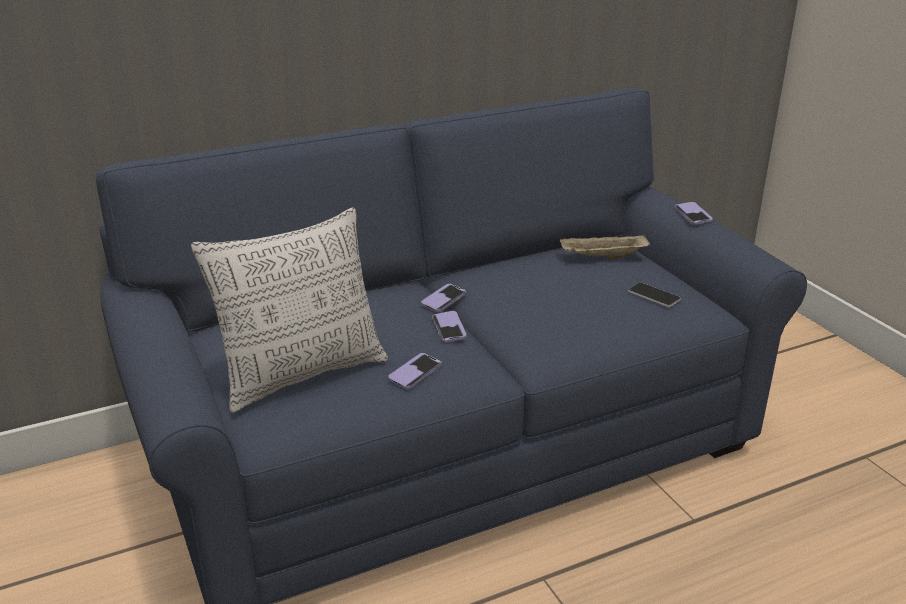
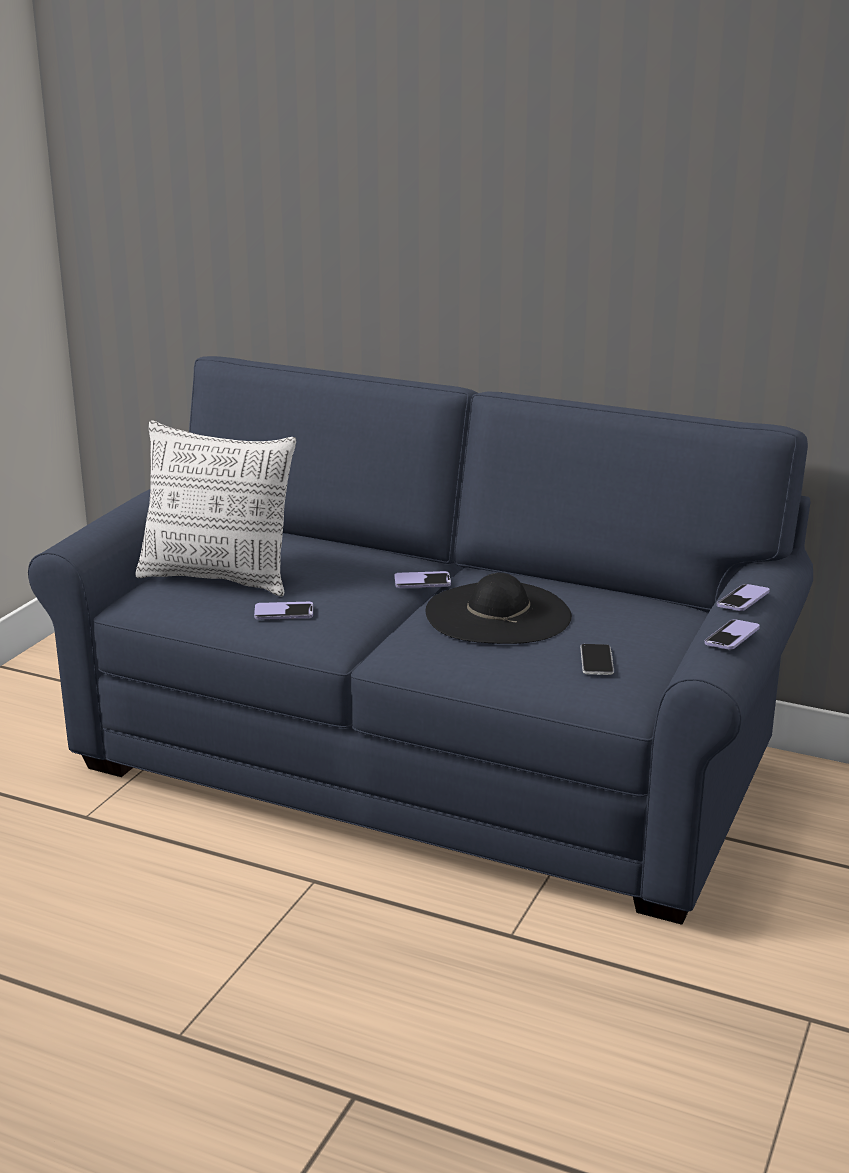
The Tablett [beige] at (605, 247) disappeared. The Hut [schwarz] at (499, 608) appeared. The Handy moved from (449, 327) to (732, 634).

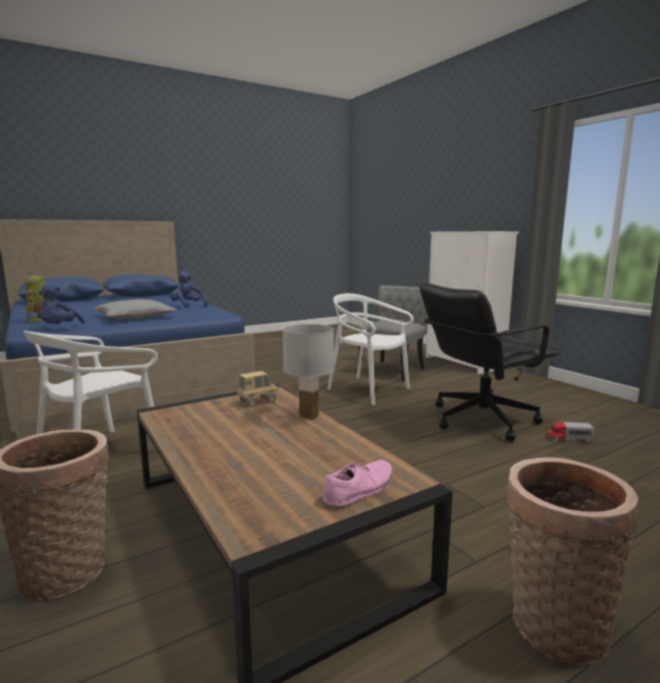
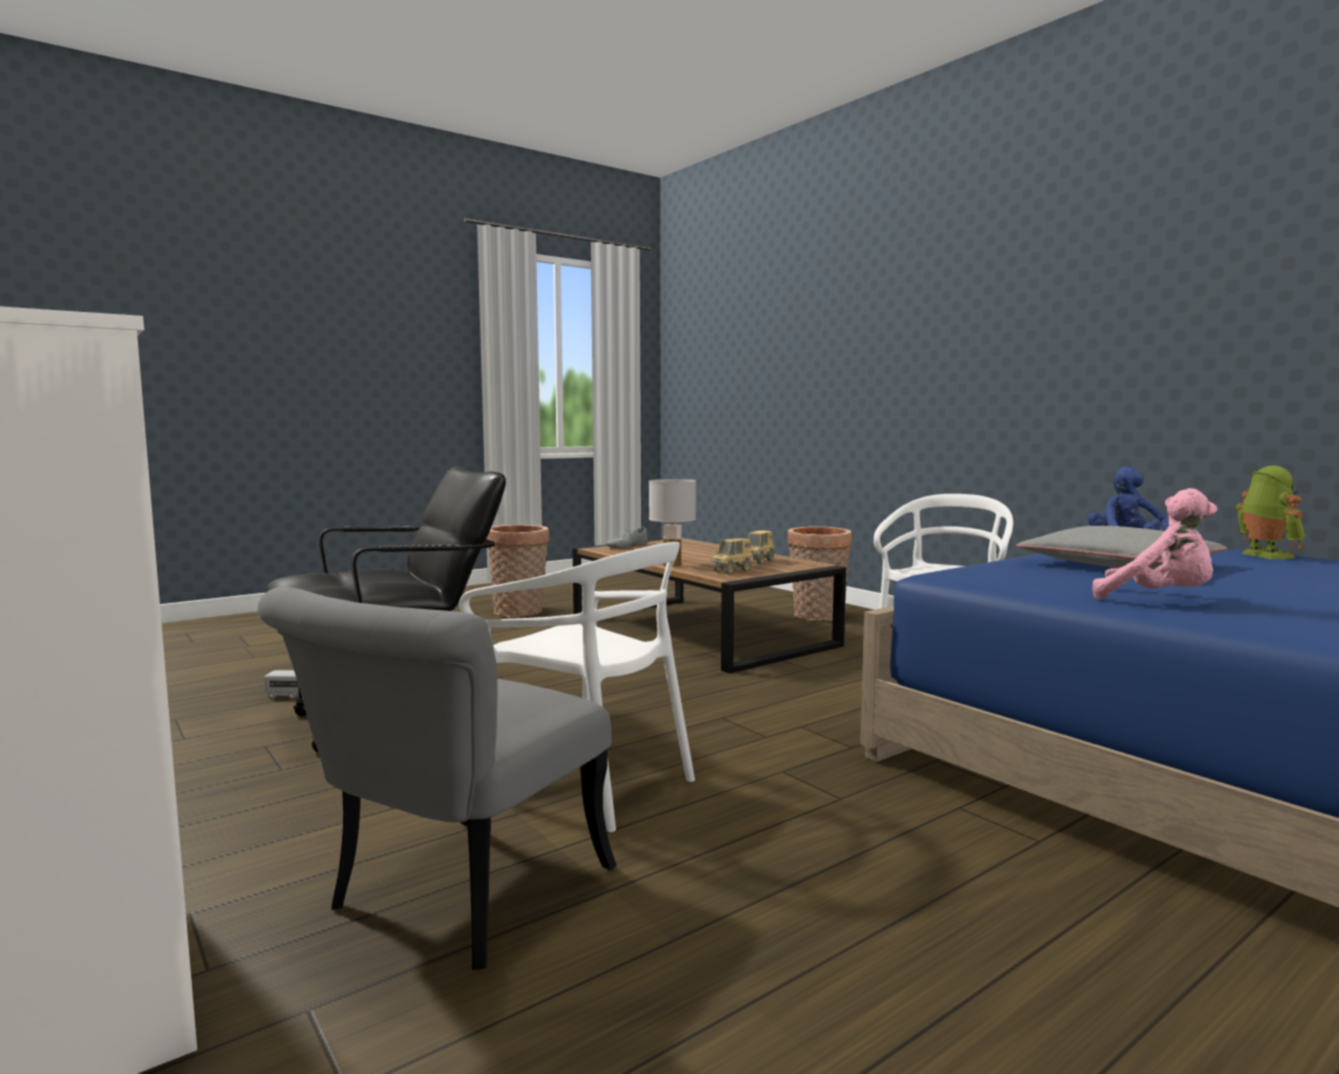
The Spielzeuglaster at (759, 547) appeared. The Plüschtier [blau] at (189, 289) became the Plüschtier [rosa] at (1154, 544). The Schuh [rosa] at (358, 483) became the Schuh [grau] at (627, 538).

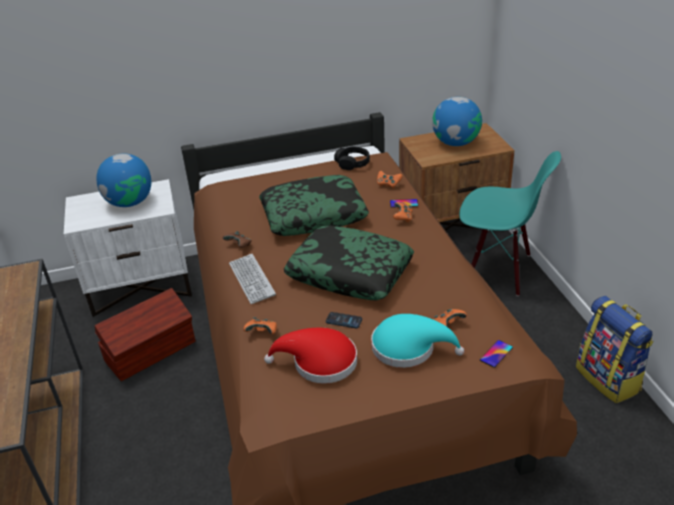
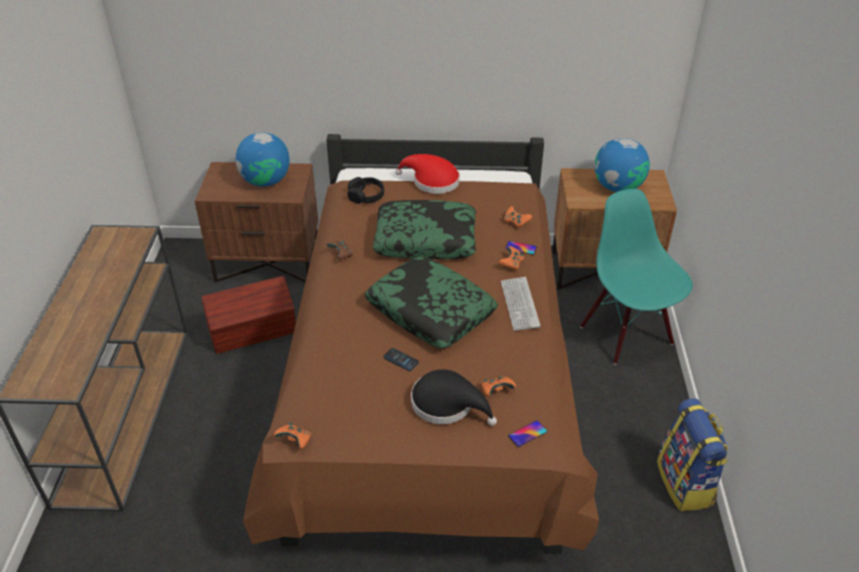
The Tastatur moved from (252, 279) to (521, 304). The Gamepad [orange] moved from (260, 325) to (292, 436). The Hut [rot] moved from (310, 356) to (427, 174). The Kopfhörer [schwarz] moved from (352, 158) to (365, 190). The Nachttisch [weiß] at (128, 248) became the Nachttisch [braun] at (256, 222). The Hut [türkis] at (417, 341) became the Hut [schwarz] at (454, 397). The Stuhl [türkis] at (510, 223) turned 150 degrees counterclockwise.

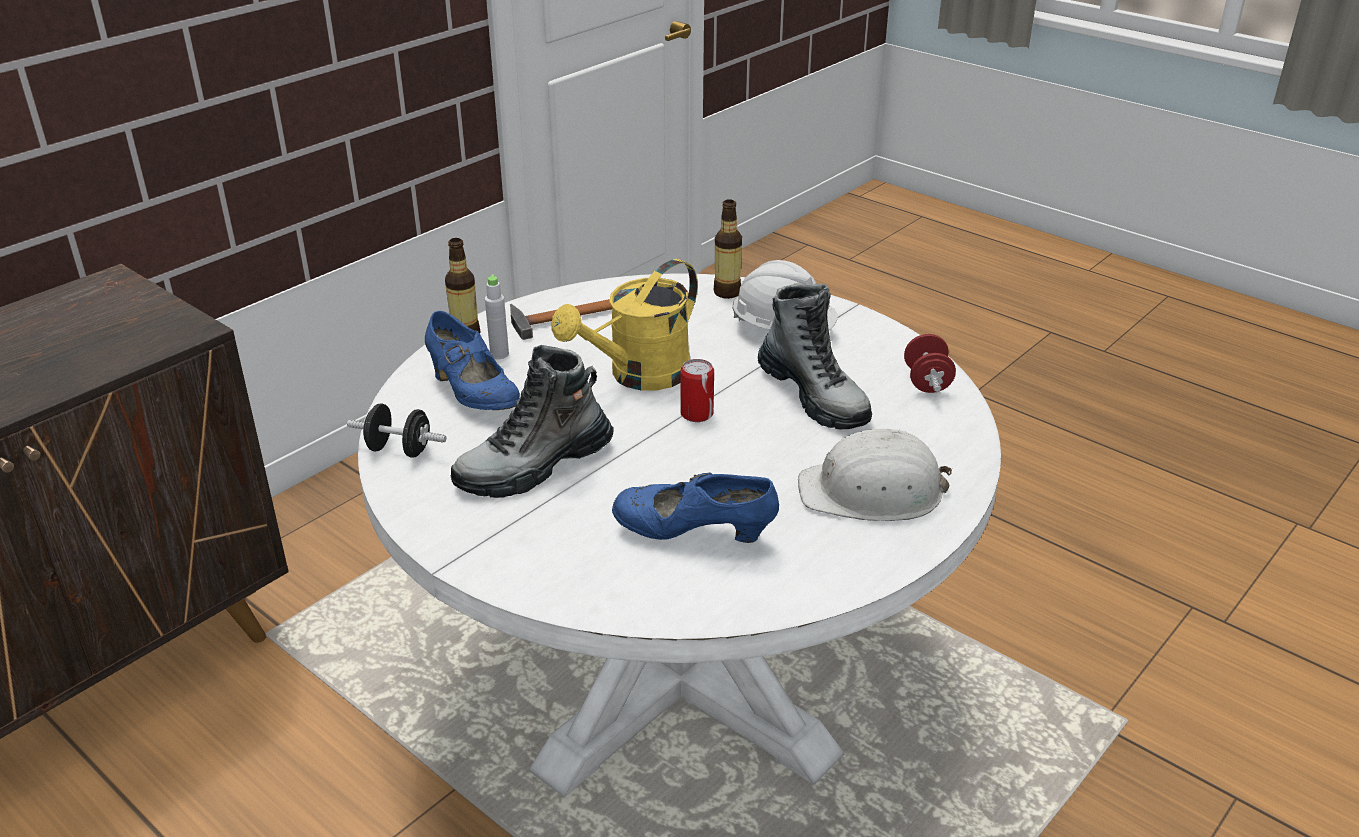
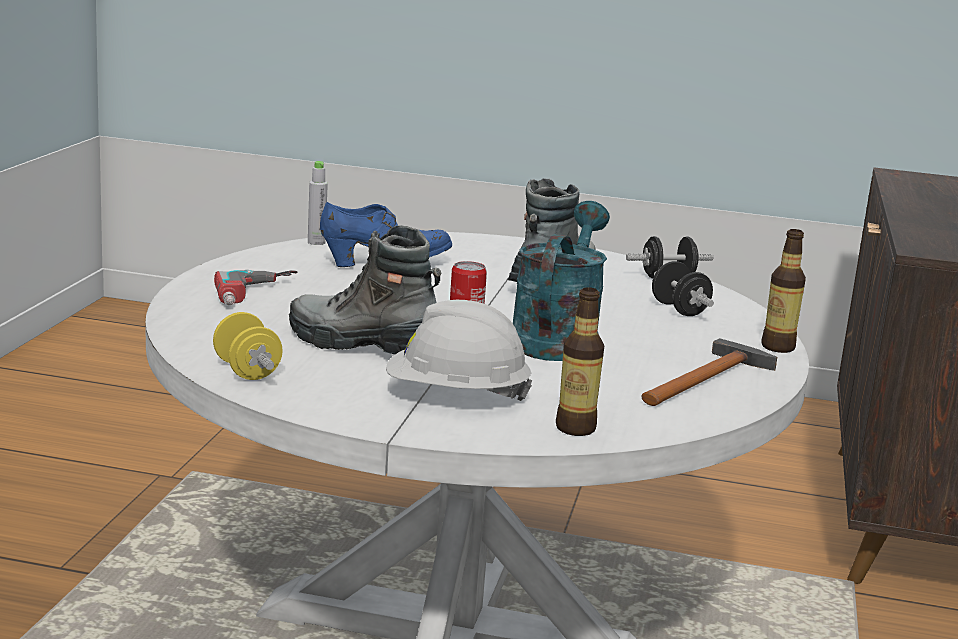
The Flasche [grau] moved from (497, 316) to (318, 203). The Schuh [blau] at (472, 360) was replaced by the Hantel [schwarz] at (683, 288). The Schutzhelm [weiß] at (875, 475) was replaced by the Bohrmaschine at (256, 287). The Gießkanne [gelb] at (624, 324) became the Gießkanne [türkis] at (561, 281). The Hantel [rot] at (930, 363) became the Hantel [gelb] at (248, 346).

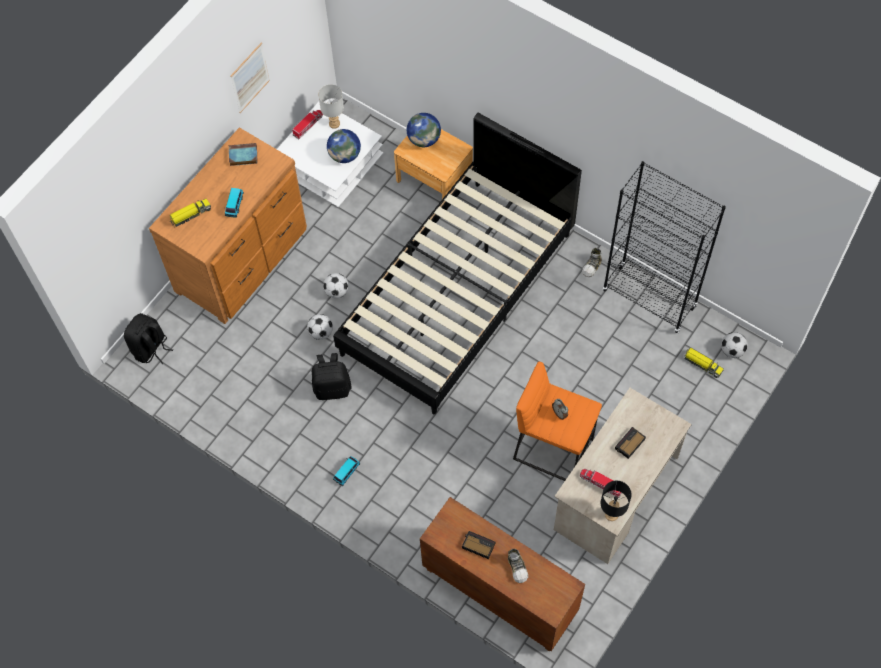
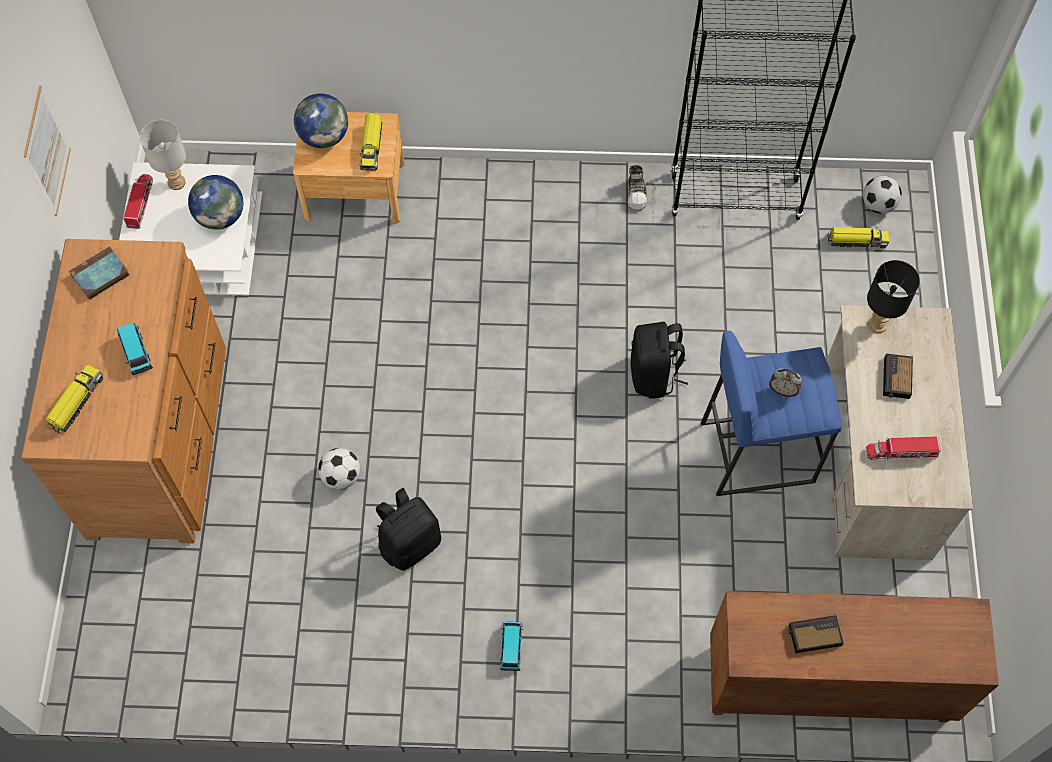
The Fußball at (336, 286) disappeared. The Bett [schwarz] at (457, 263) disappeared. The Schuh at (518, 566) disappeared. The Spielzeuglaster at (371, 142) appeared. The Rucksack [schwarz] moved from (148, 338) to (659, 360). The Tischlampe [schwarz] moved from (616, 501) to (893, 296). The Hocker [orange] at (557, 421) became the Hocker [blau] at (771, 413).

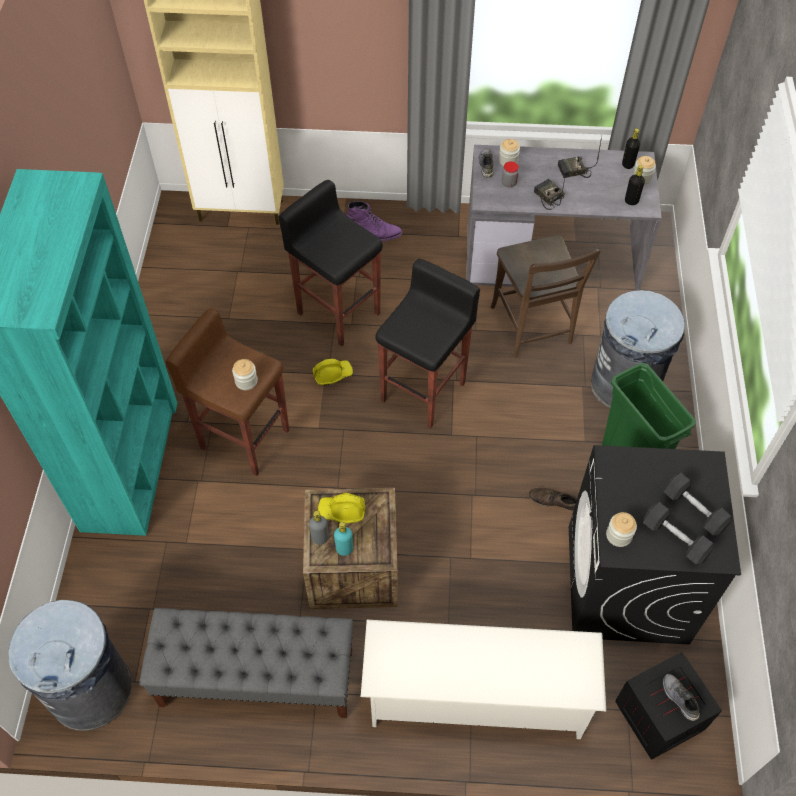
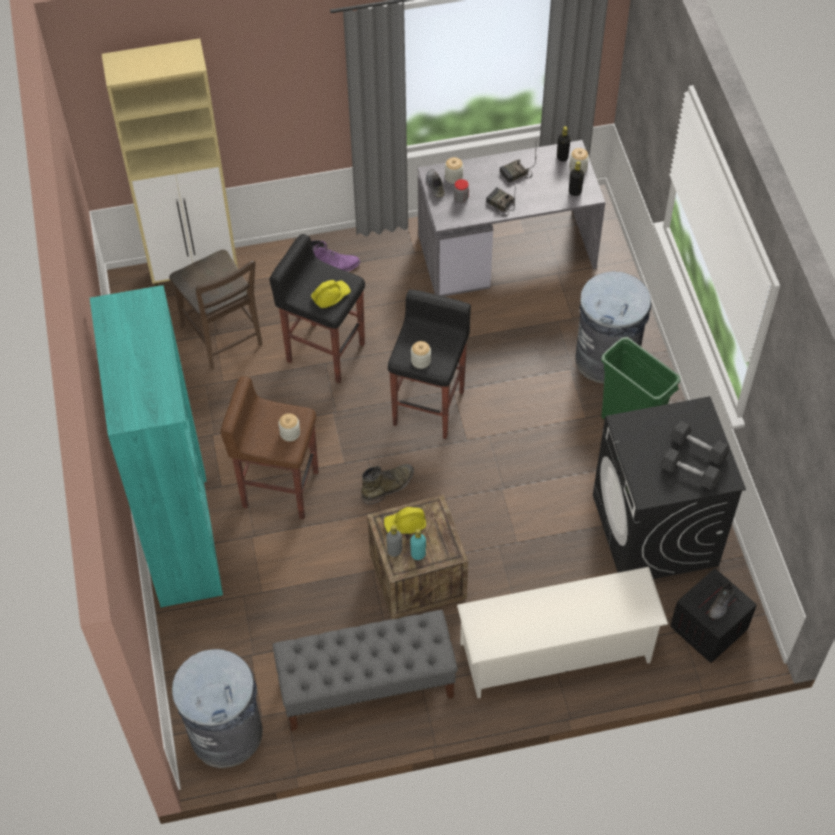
The Schuh [braun] at (553, 499) disappeared. The Stiefel [grün] at (387, 484) appeared. The Schutzhelm [gelb] moved from (333, 372) to (331, 294). The Stuhl [braun] moved from (545, 296) to (215, 310). The Vorratsglas moved from (621, 529) to (421, 355). The Schuh [grau] at (681, 697) turned 105 degrees counterclockwise.

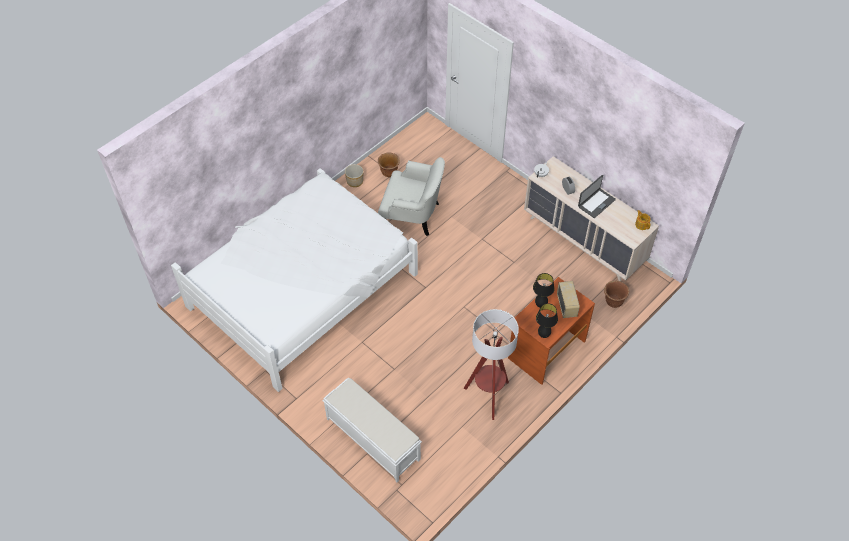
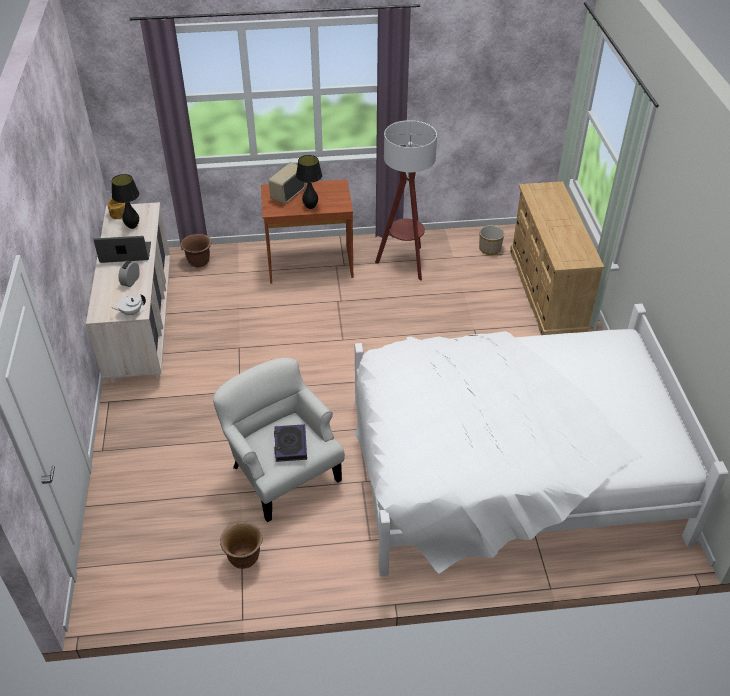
The Buch at (290, 443) appeared. The Pflanzkübel moved from (354, 175) to (491, 240). The Tischlampe [schwarz] moved from (547, 320) to (125, 201). The Bank [weiß] at (372, 430) was replaced by the Kommode [beige] at (557, 258).

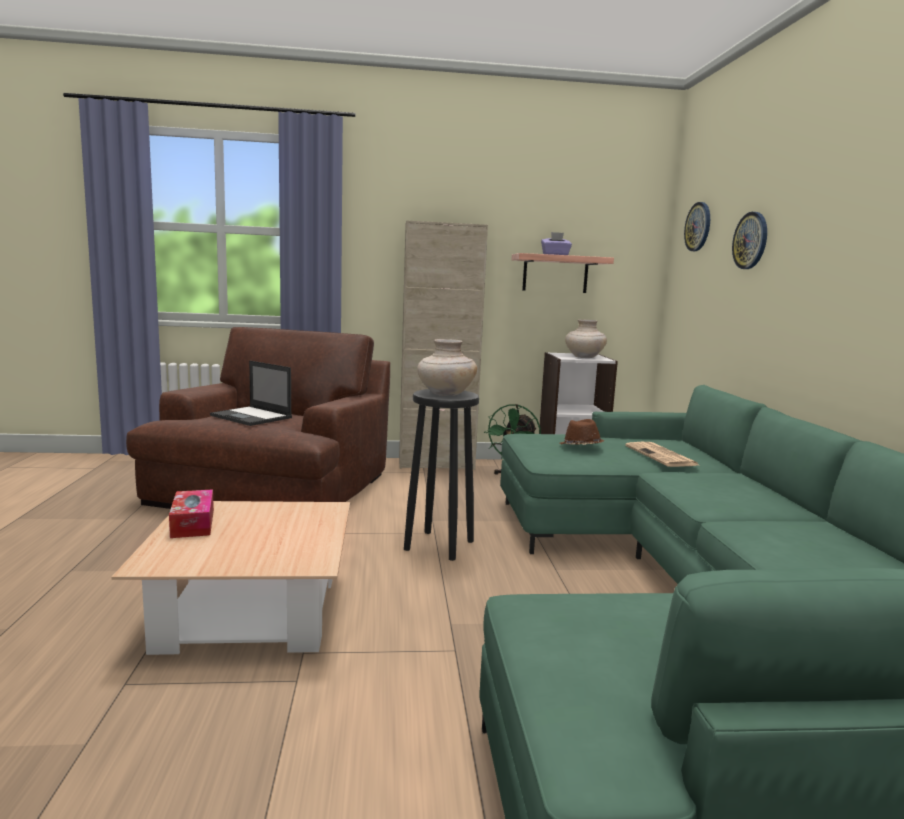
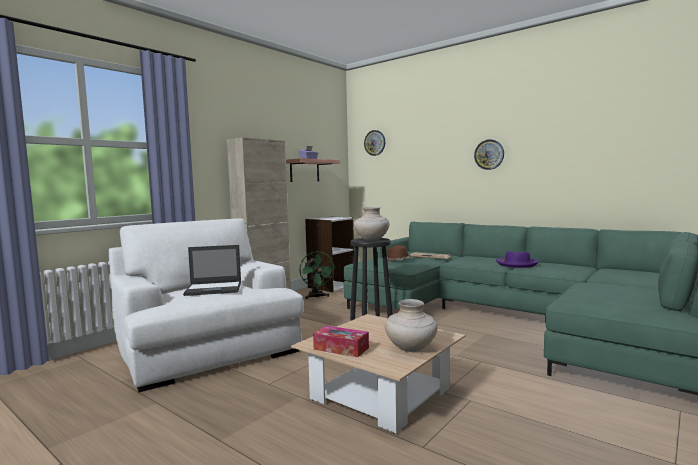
The Hut [lila] at (517, 259) appeared. The Vase [beige] moved from (586, 339) to (411, 325). The Wanduhr moved from (749, 240) to (489, 154). The Sessel [braun] at (258, 418) became the Sessel [weiß] at (206, 305).

